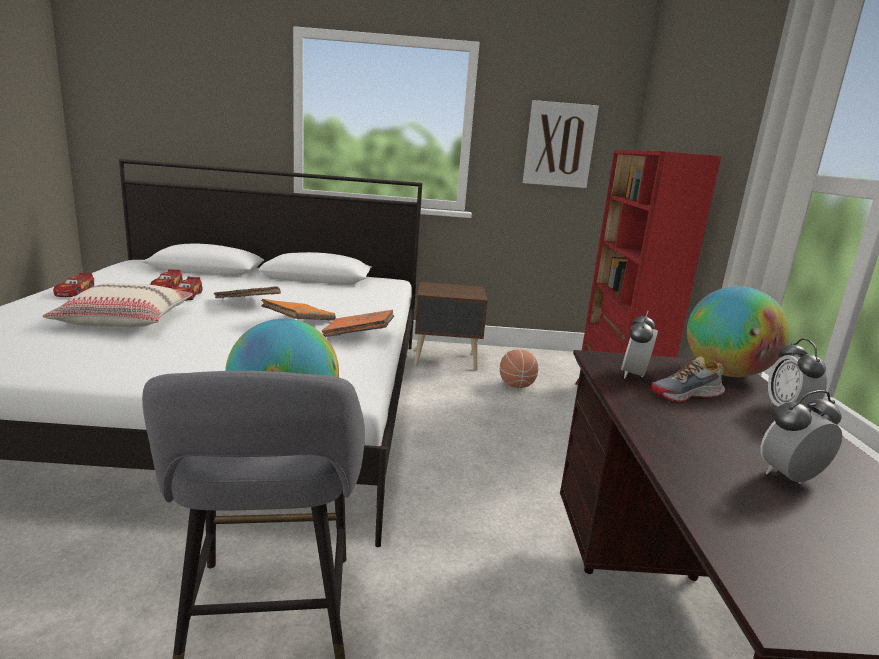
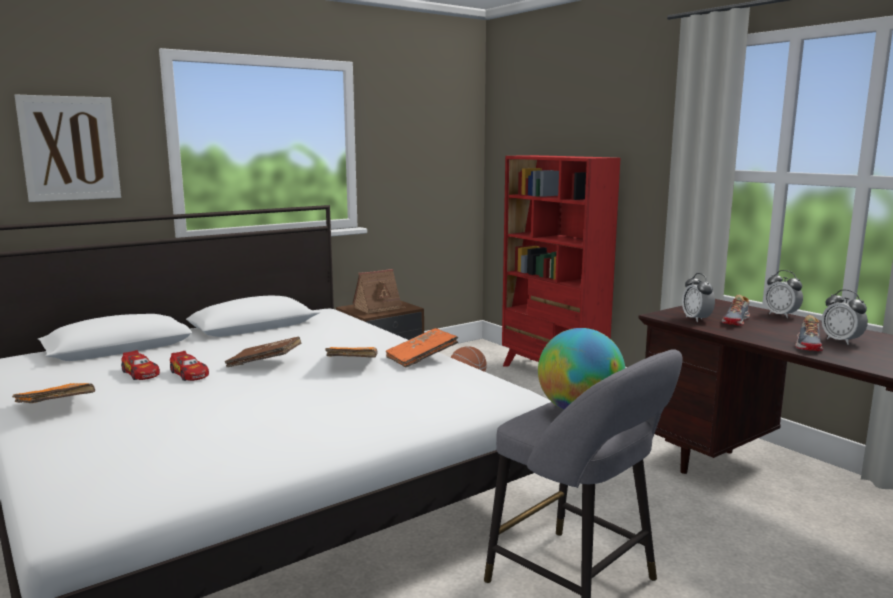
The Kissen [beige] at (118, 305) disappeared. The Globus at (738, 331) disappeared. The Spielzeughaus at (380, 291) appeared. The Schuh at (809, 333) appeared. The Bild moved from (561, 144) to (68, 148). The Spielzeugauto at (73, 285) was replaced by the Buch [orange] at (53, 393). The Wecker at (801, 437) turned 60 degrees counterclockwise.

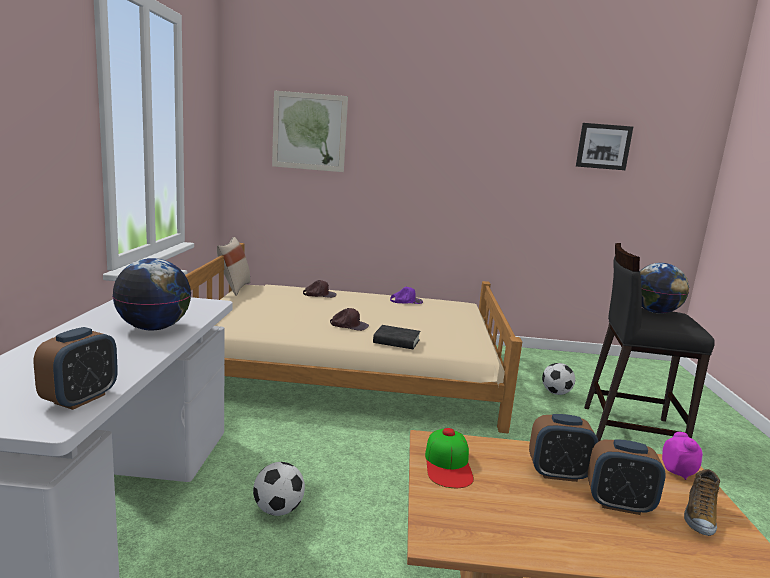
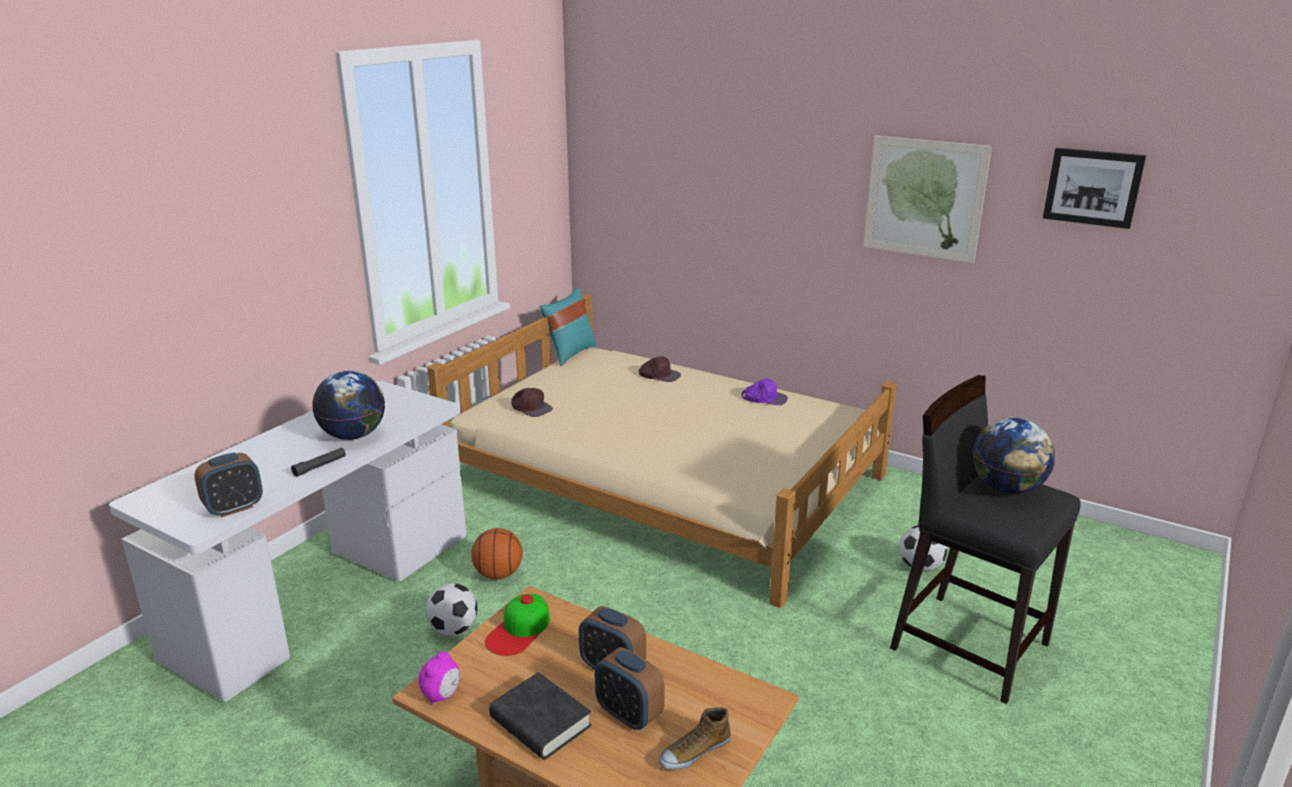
The Taschenlampe [schwarz] at (318, 462) appeared. The Basketball at (497, 554) appeared. The Bild moved from (310, 131) to (928, 199). The Kappe [braun] moved from (349, 319) to (532, 402). The Buch [schwarz] moved from (396, 337) to (540, 716). The Wecker moved from (682, 456) to (439, 678). The Kissen [beige] at (233, 266) became the Kissen [türkis] at (568, 327).

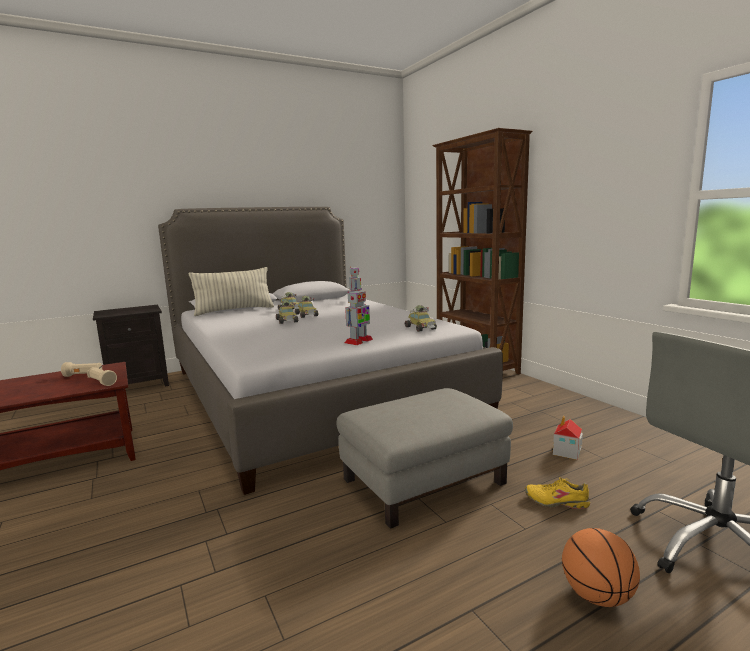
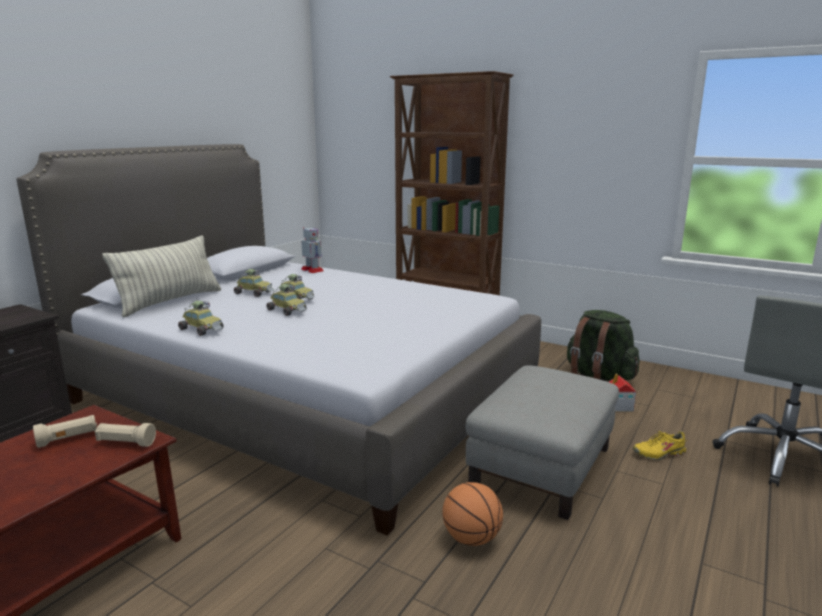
The Spielzeugroboter at (359, 317) disappeared. The Rucksack [grün] at (603, 345) appeared. The Spielzeugauto moved from (421, 318) to (200, 318). The Basketball moved from (601, 567) to (472, 514).

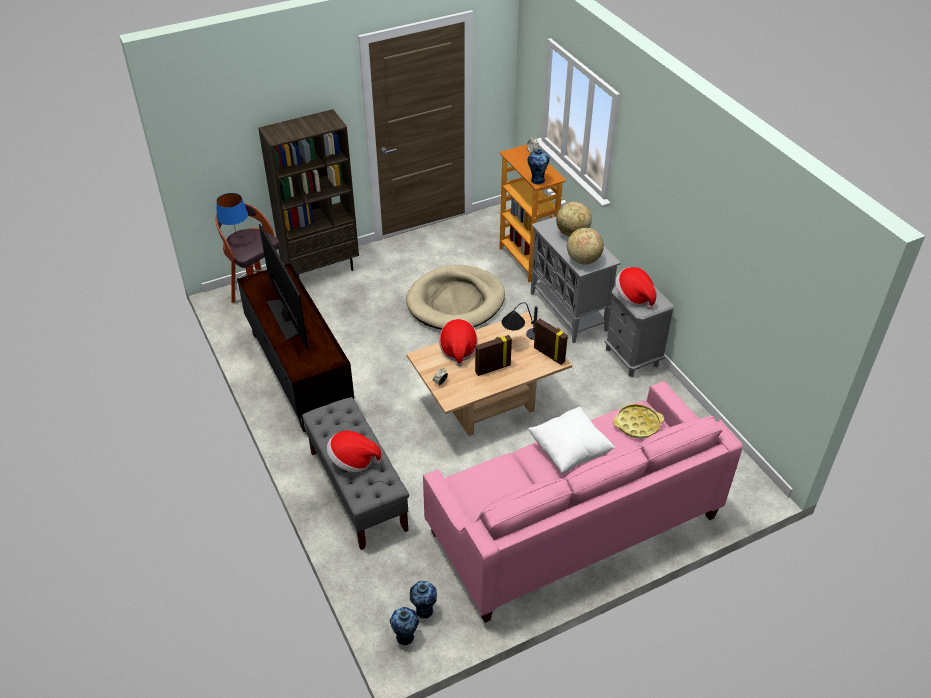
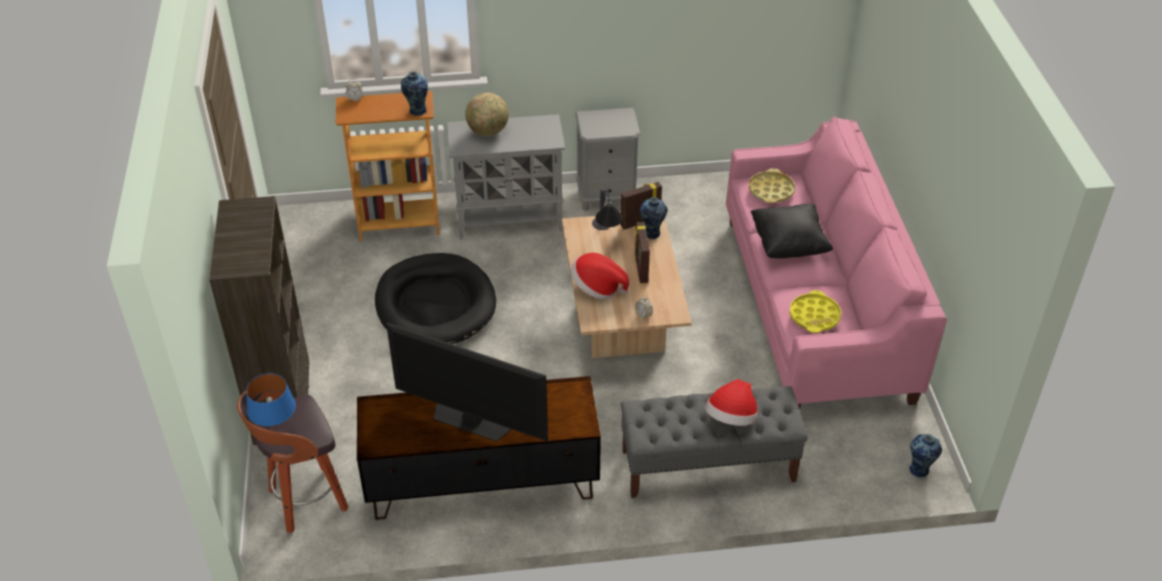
The Globus at (585, 246) disappeared. The Hut at (635, 288) disappeared. The Tablett [gelb] at (815, 311) appeared. The Vase moved from (423, 600) to (653, 218). The Hundebett [beige] at (455, 297) became the Hundebett [schwarz] at (435, 298). The Kissen [weiß] at (571, 440) became the Kissen [schwarz] at (791, 231). The Fernseher at (283, 286) turned 150 degrees counterclockwise.

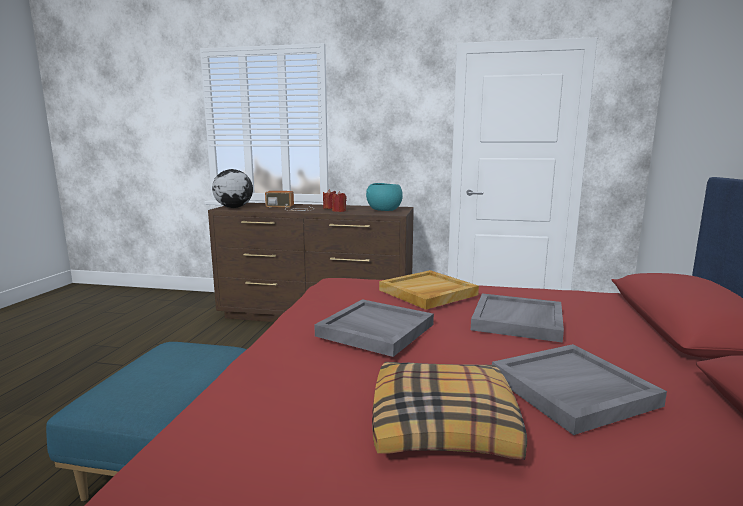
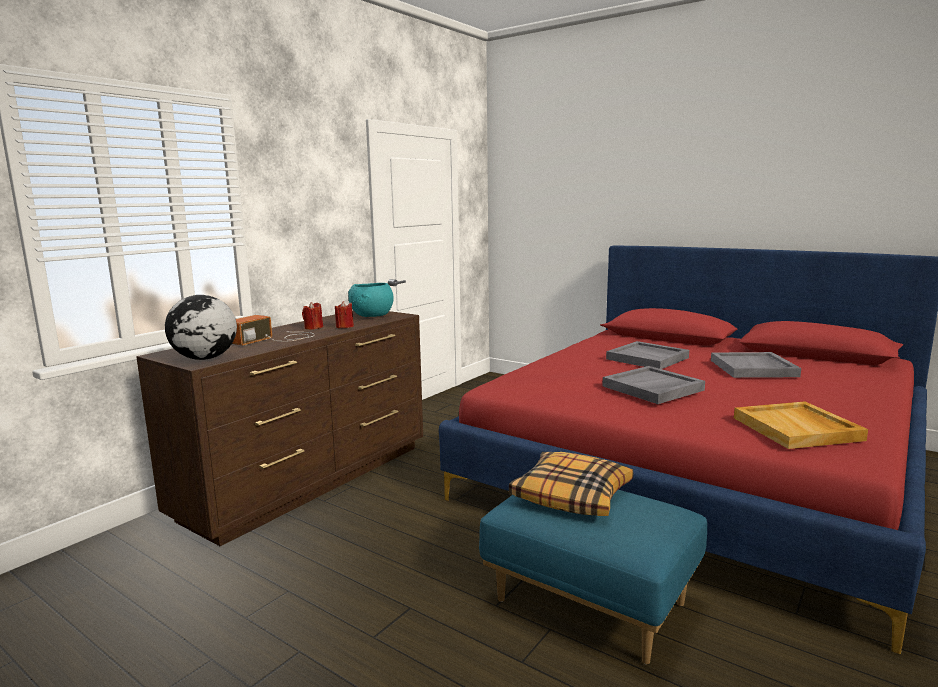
The Kissen moved from (449, 411) to (571, 484). The Tablett [beige] moved from (429, 290) to (801, 425).

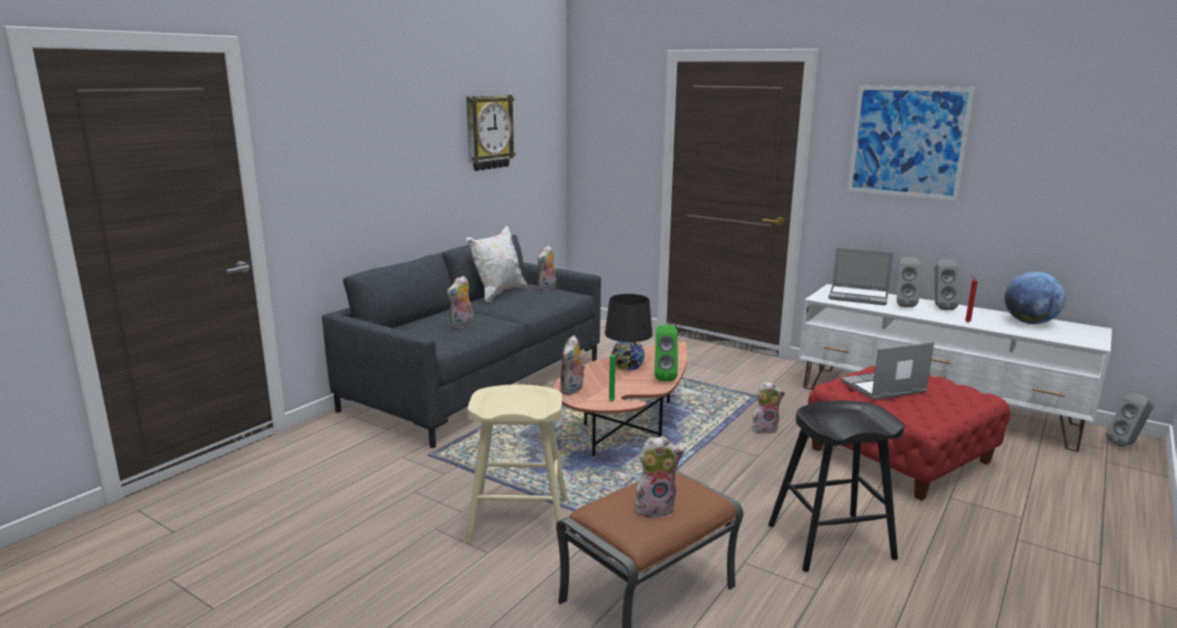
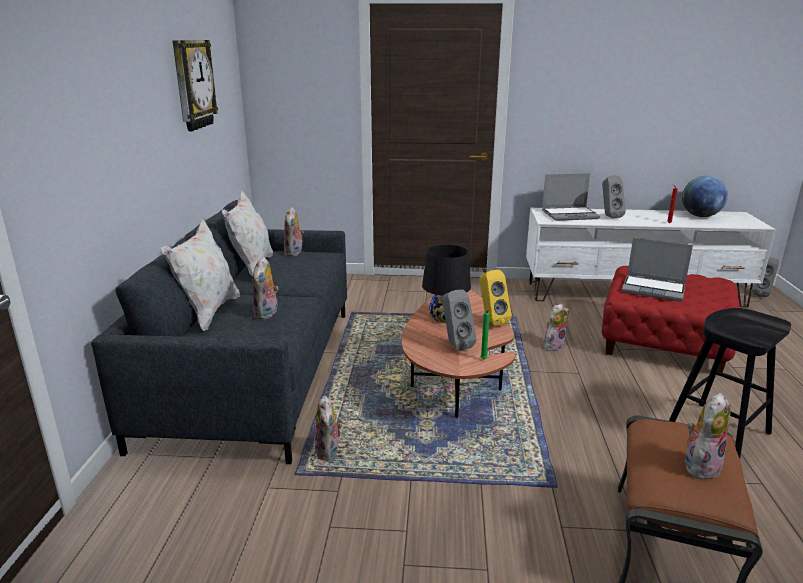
The Hocker [beige] at (517, 463) disappeared. The Bild at (911, 143) disappeared. The Kissen [weiß] at (200, 275) appeared. The Plüschtier moved from (572, 365) to (328, 428). The Lautsprecher [grau] moved from (947, 285) to (459, 320). The Lautsprecher [grün] at (666, 353) became the Lautsprecher [gelb] at (496, 298). The Laptop at (887, 371) turned 105 degrees counterclockwise.

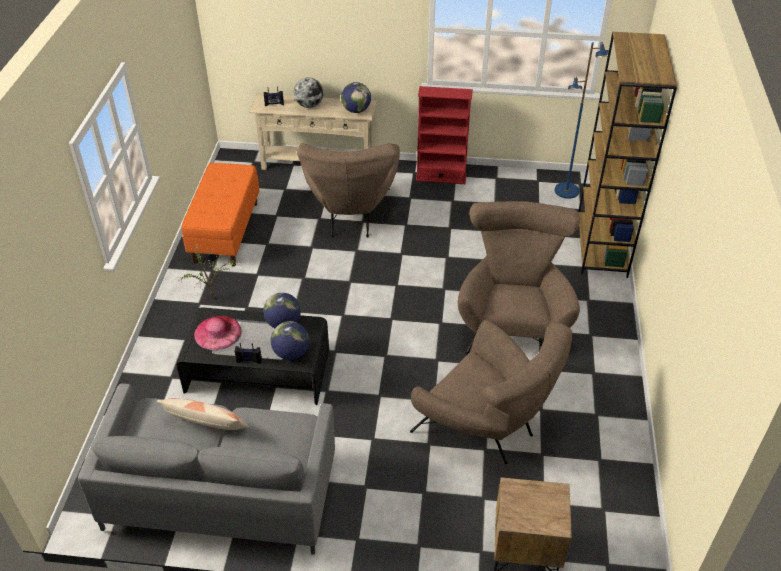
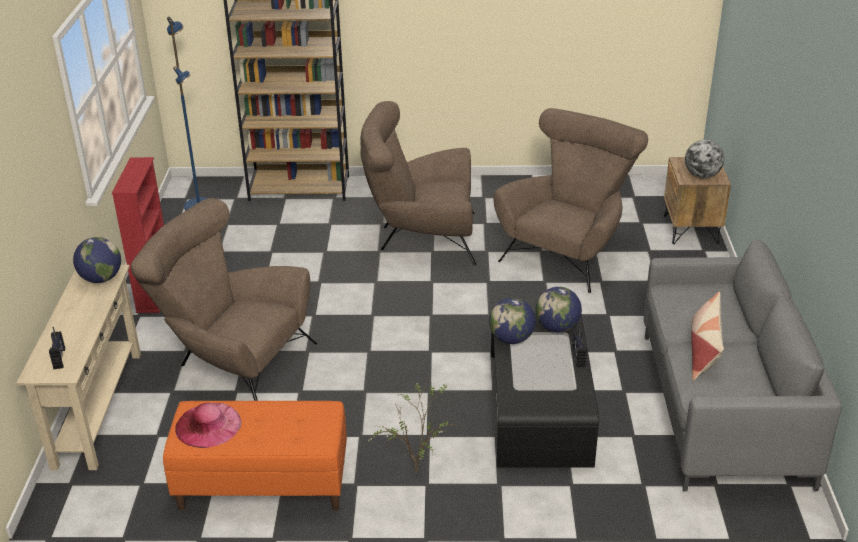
The Hut [rosa] moved from (218, 333) to (208, 425). The Globus moved from (309, 92) to (704, 159). The Sessel [braun] at (348, 190) turned 150 degrees counterclockwise.

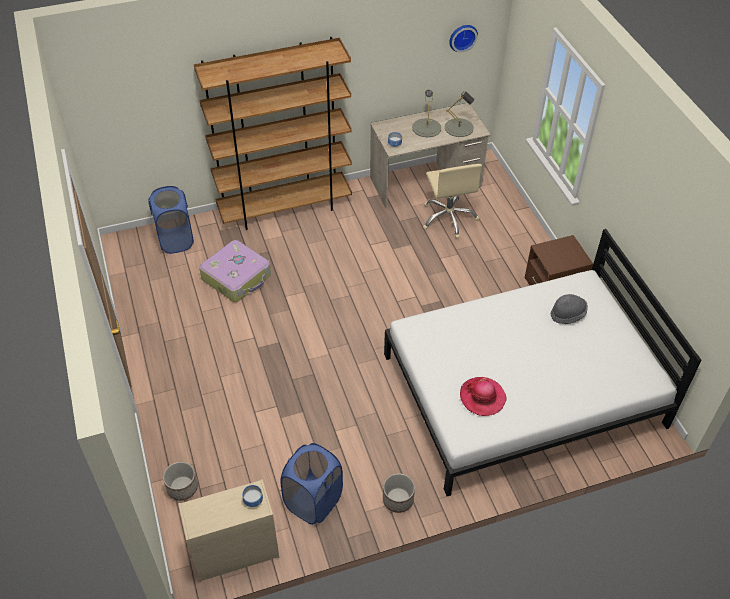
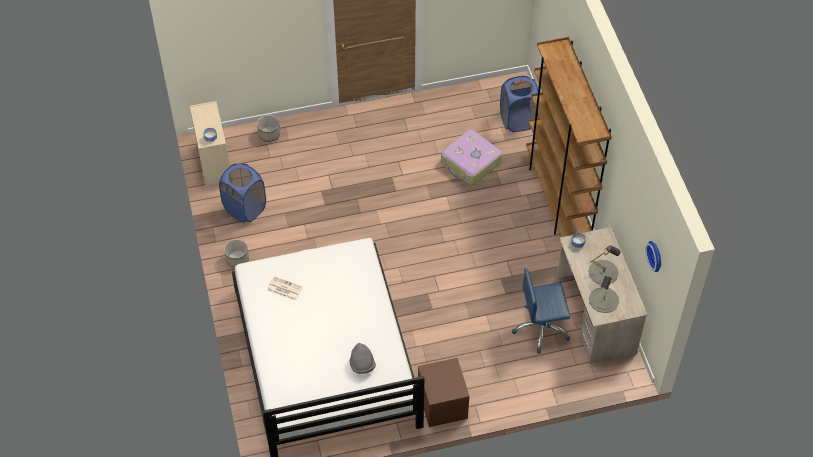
The Hut at (483, 396) was replaced by the Zeitung at (285, 288). The Bürostuhl [beige] at (452, 201) became the Bürostuhl [blau] at (541, 311).

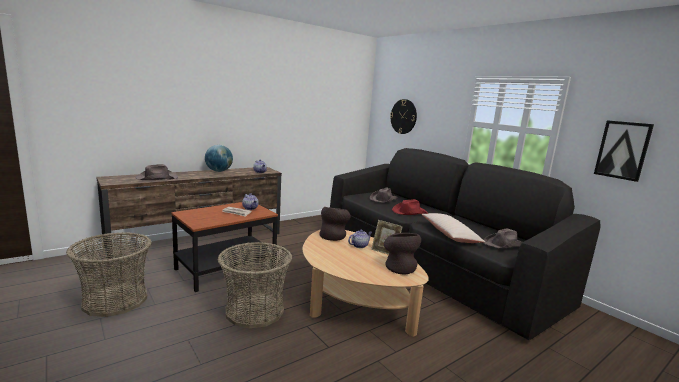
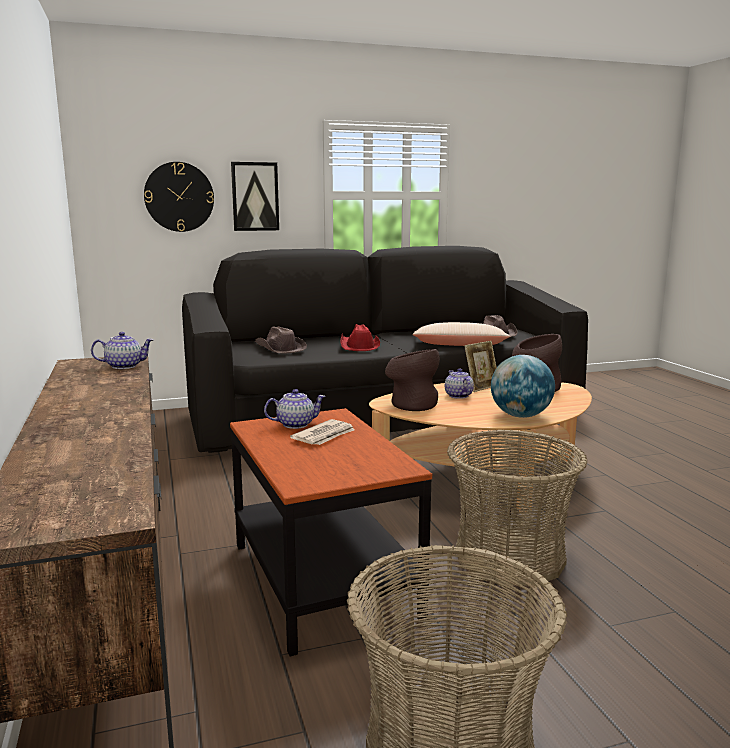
The Hut [braun] at (156, 172) disappeared. The Globus moved from (219, 158) to (523, 386). The Bild moved from (624, 151) to (255, 196).

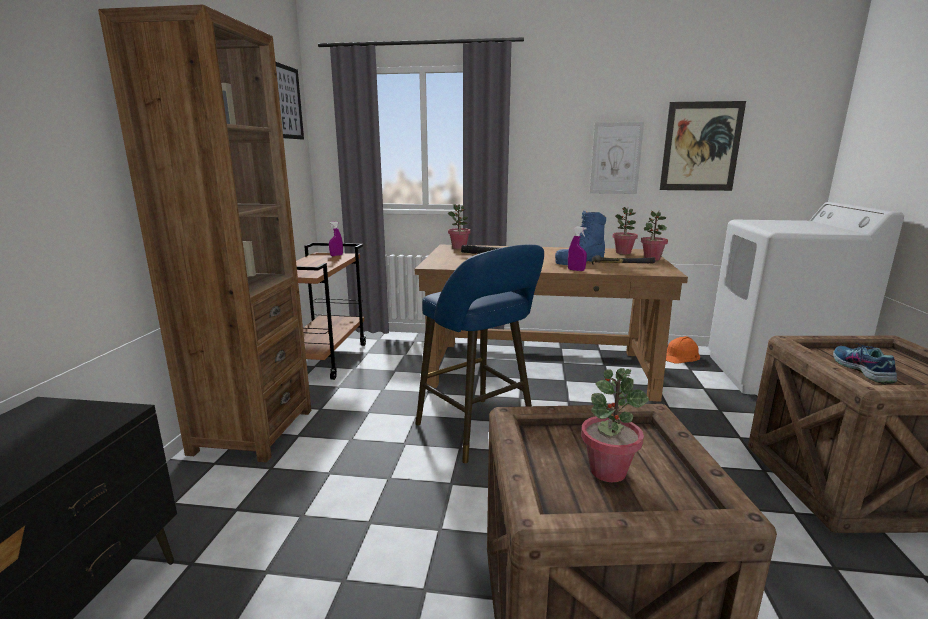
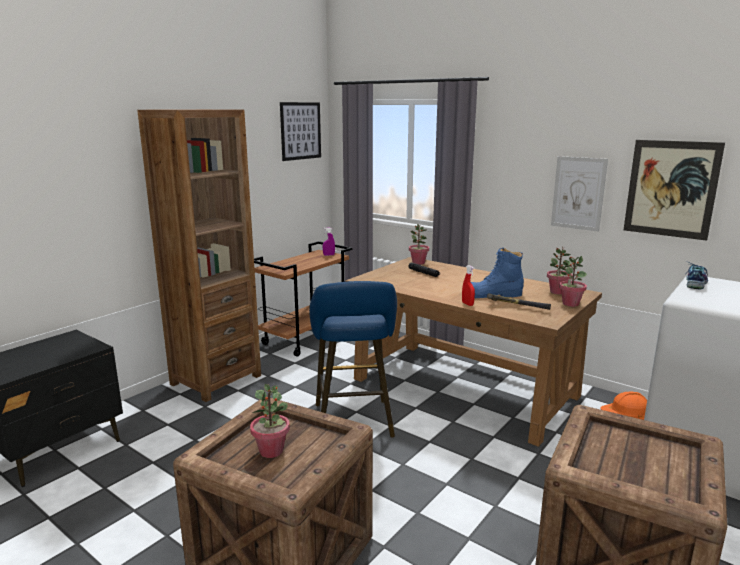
The Schuh moved from (865, 363) to (697, 275). The Sprühflasche [lila] at (577, 249) became the Sprühflasche [rot] at (468, 285).

